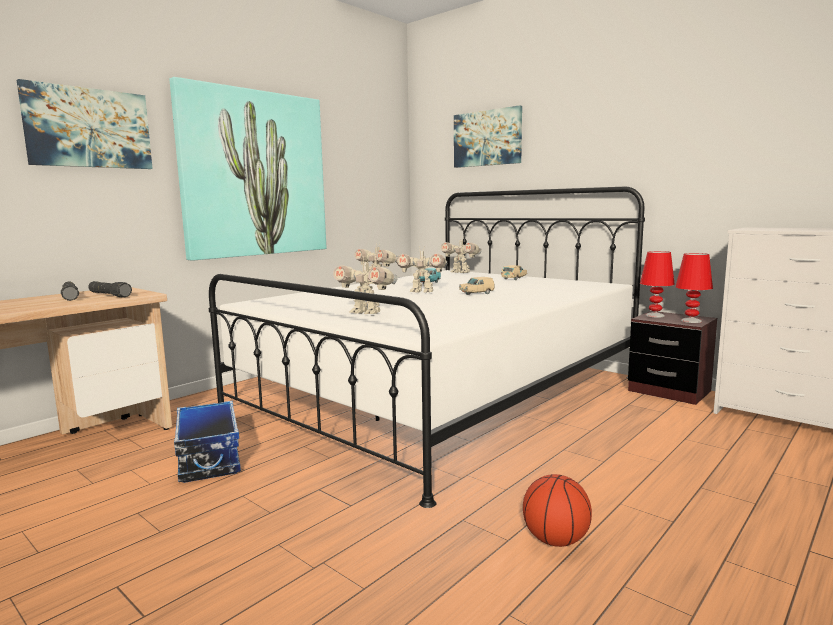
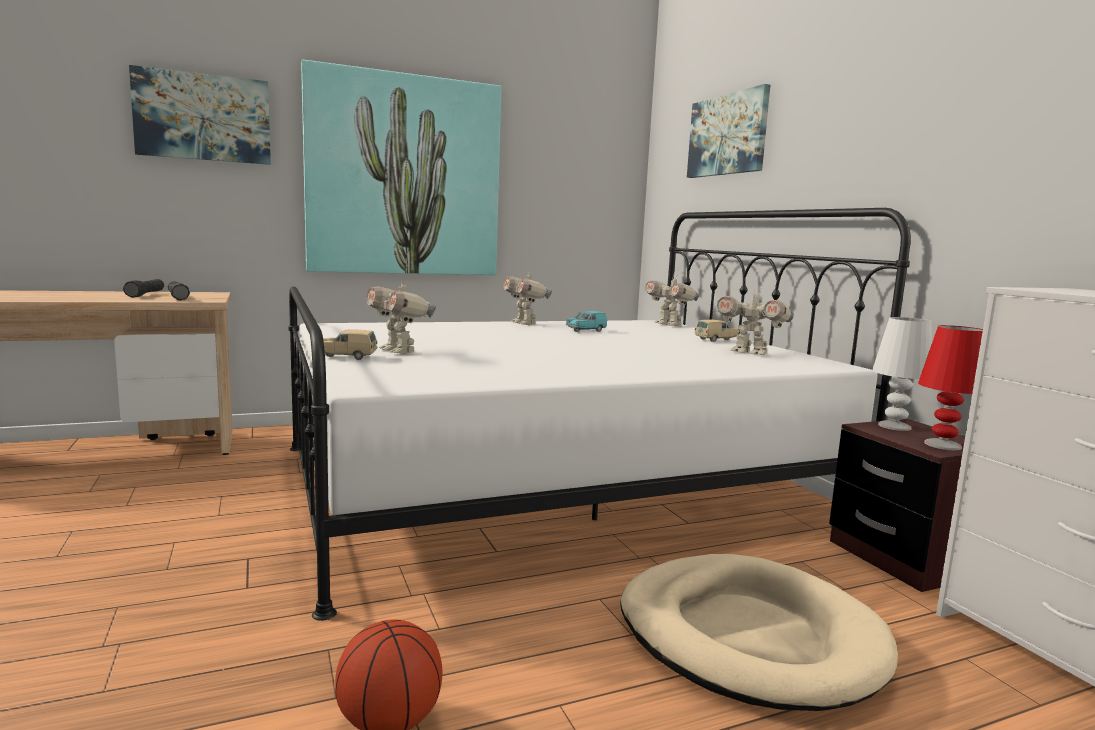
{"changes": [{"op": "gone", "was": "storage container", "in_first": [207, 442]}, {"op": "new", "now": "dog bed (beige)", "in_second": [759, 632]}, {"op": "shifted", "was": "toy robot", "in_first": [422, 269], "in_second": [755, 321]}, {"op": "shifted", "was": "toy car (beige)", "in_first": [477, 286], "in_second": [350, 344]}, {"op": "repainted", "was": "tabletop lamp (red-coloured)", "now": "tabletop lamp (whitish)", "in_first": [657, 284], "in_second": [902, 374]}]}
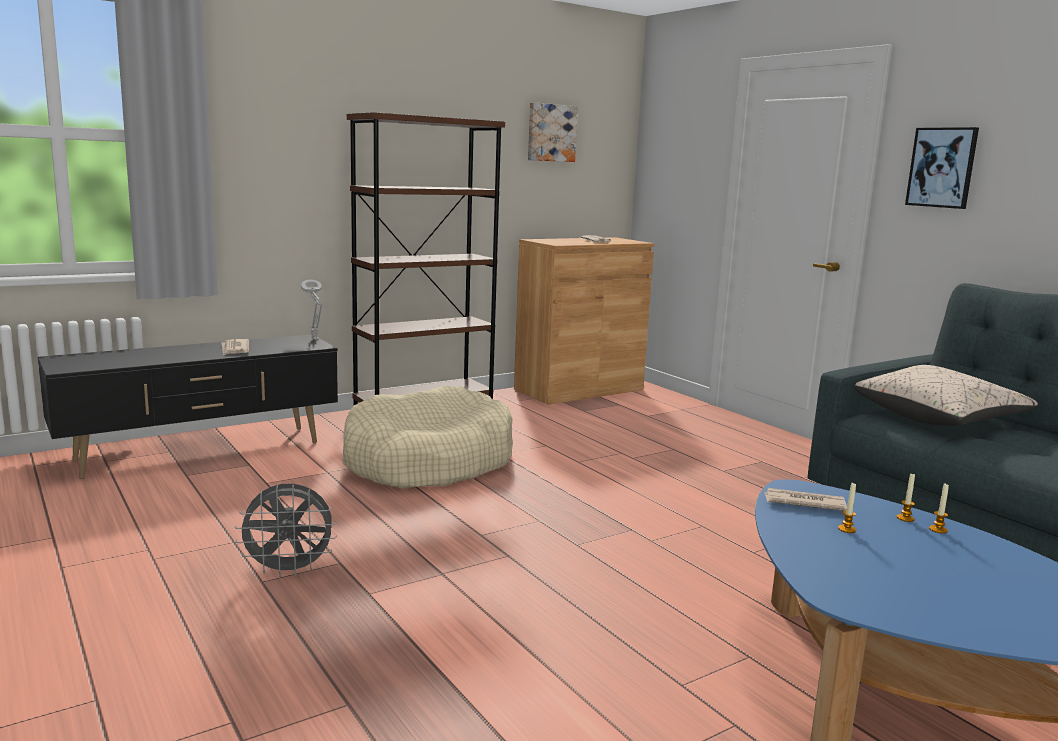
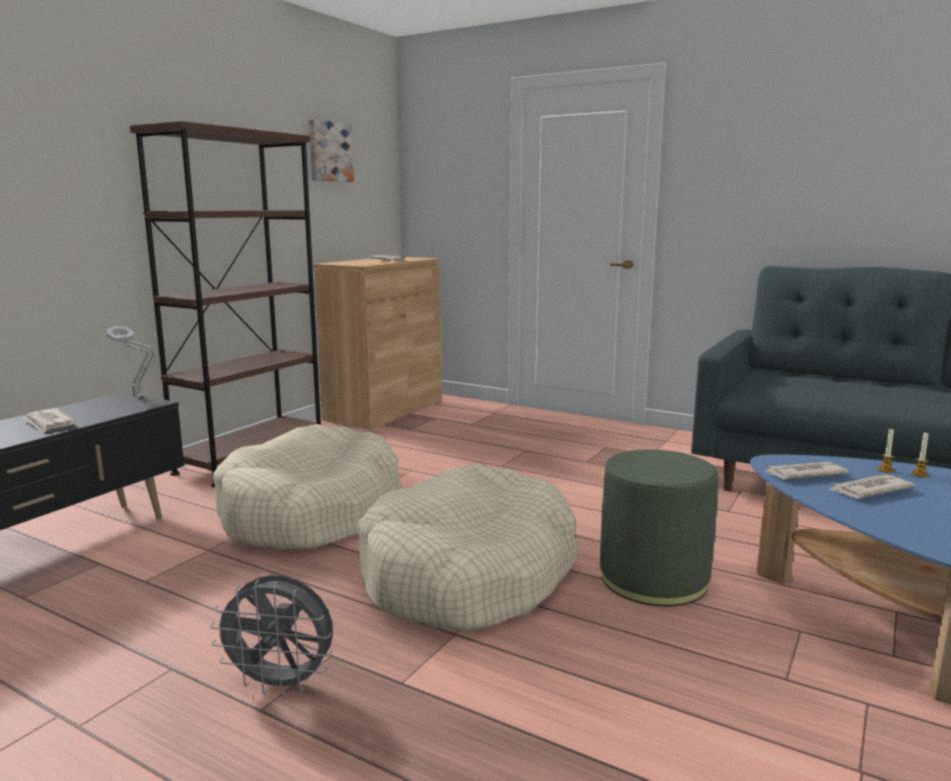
{"changes": [{"op": "gone", "was": "cushion (beige)", "in_first": [946, 395]}, {"op": "gone", "was": "wall art", "in_first": [942, 168]}, {"op": "new", "now": "dog bed (beige)", "in_second": [468, 547]}, {"op": "new", "now": "ottoman (green-coloured)", "in_second": [659, 528]}, {"op": "swapped", "was": "candle", "now": "daily paper", "in_first": [847, 508], "in_second": [872, 486]}, {"op": "rotated", "was": "cooling fan (gray)", "in_first": [286, 530], "in_second": [271, 635], "clockwise": 45}]}
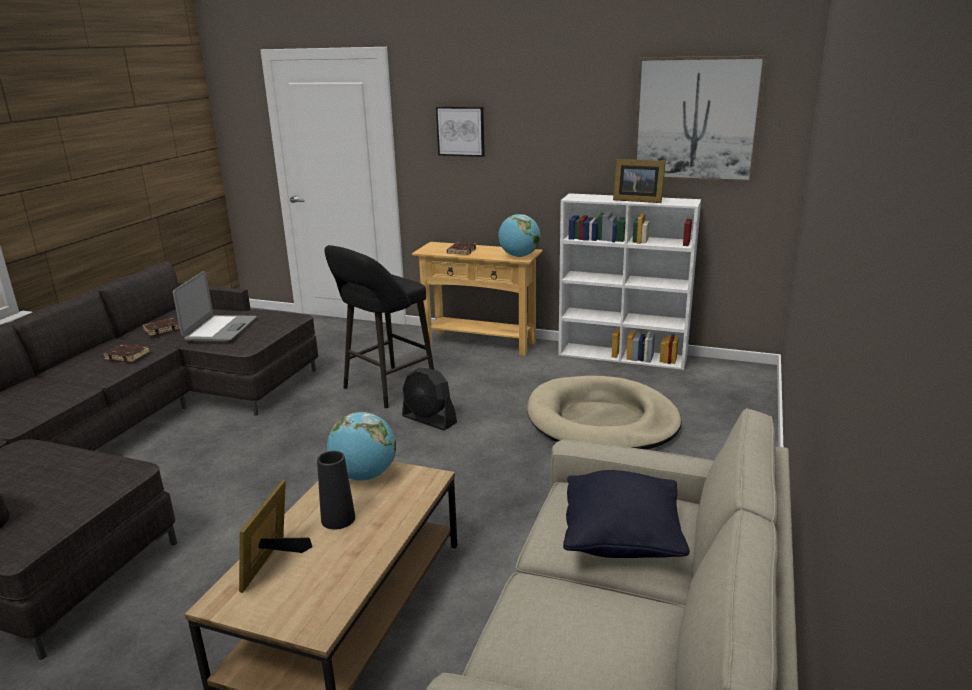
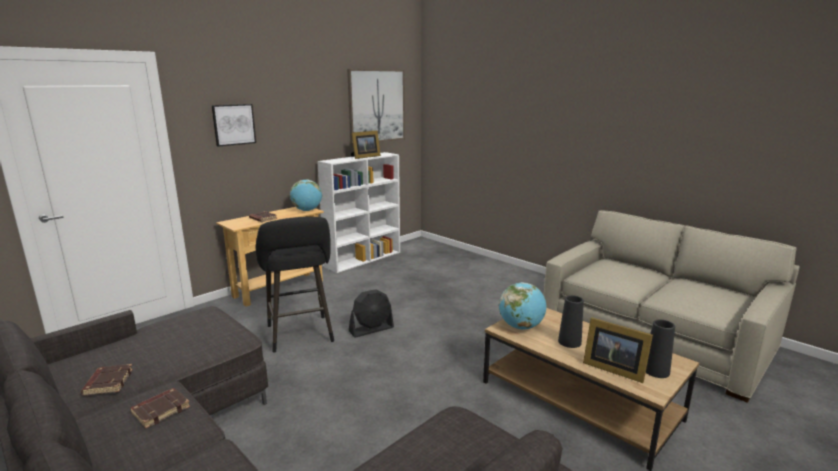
{"changes": [{"op": "gone", "was": "portable computer", "in_first": [215, 306]}, {"op": "gone", "was": "dog bed (beige)", "in_first": [604, 413]}, {"op": "gone", "was": "cushion (black-coloured)", "in_first": [626, 514]}, {"op": "new", "now": "vase (black-coloured)", "in_second": [660, 349]}]}
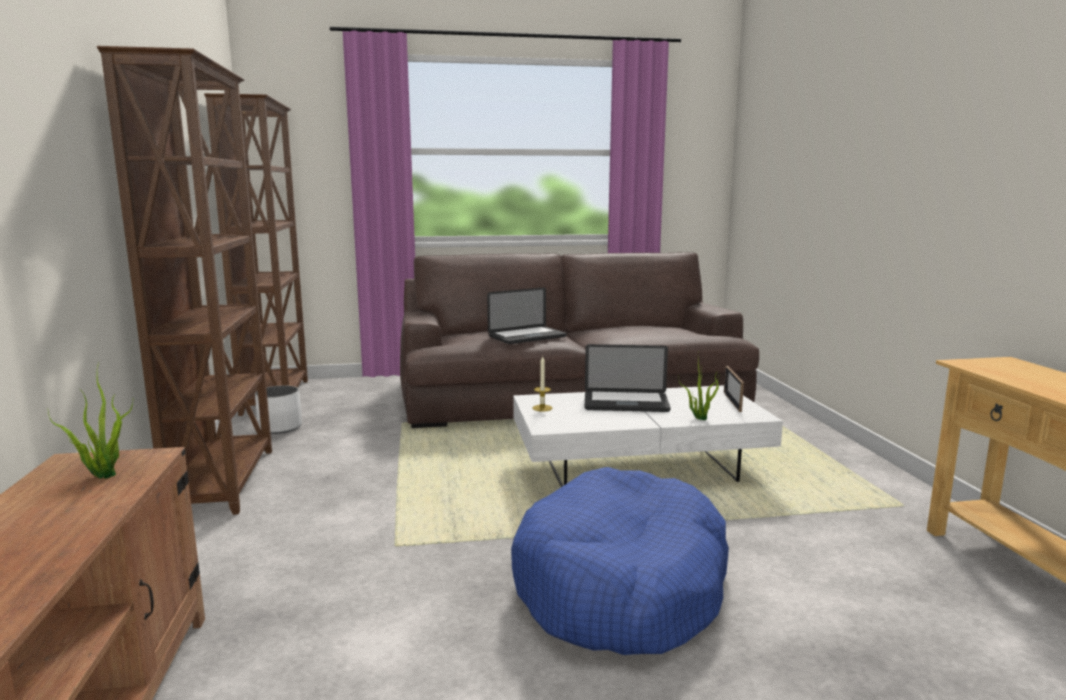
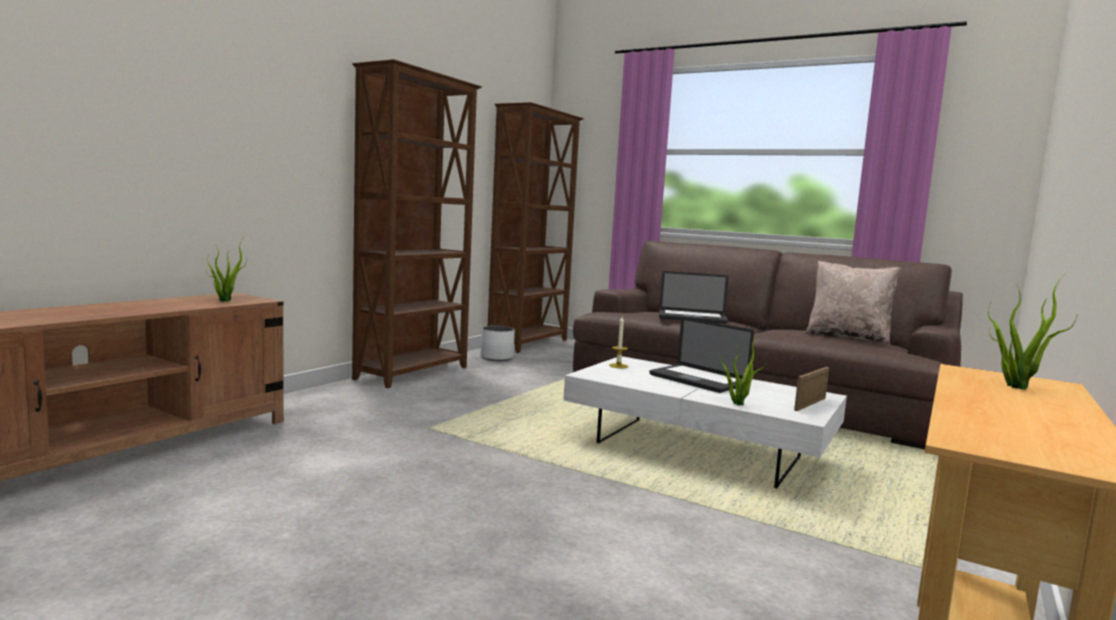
{"changes": [{"op": "gone", "was": "dog bed (bluish)", "in_first": [620, 561]}, {"op": "new", "now": "cushion (beige)", "in_second": [852, 303]}, {"op": "new", "now": "potted plant", "in_second": [1032, 331]}]}
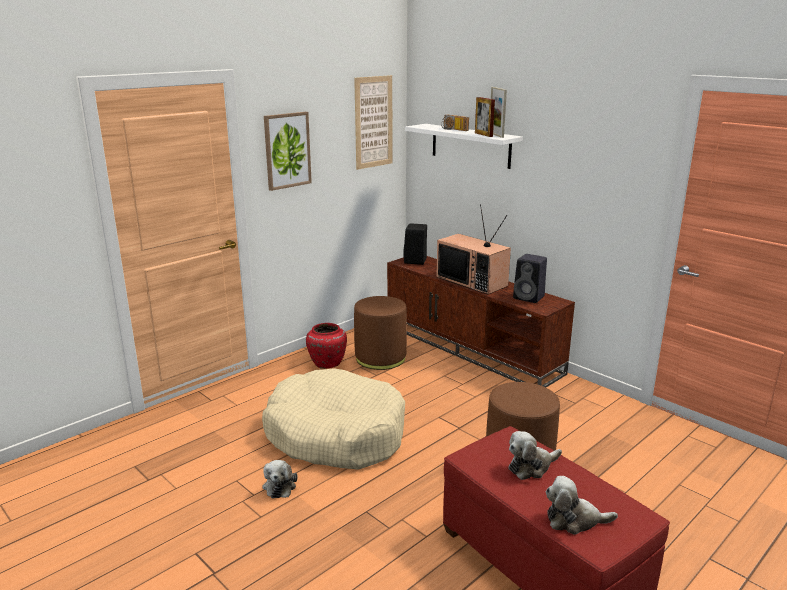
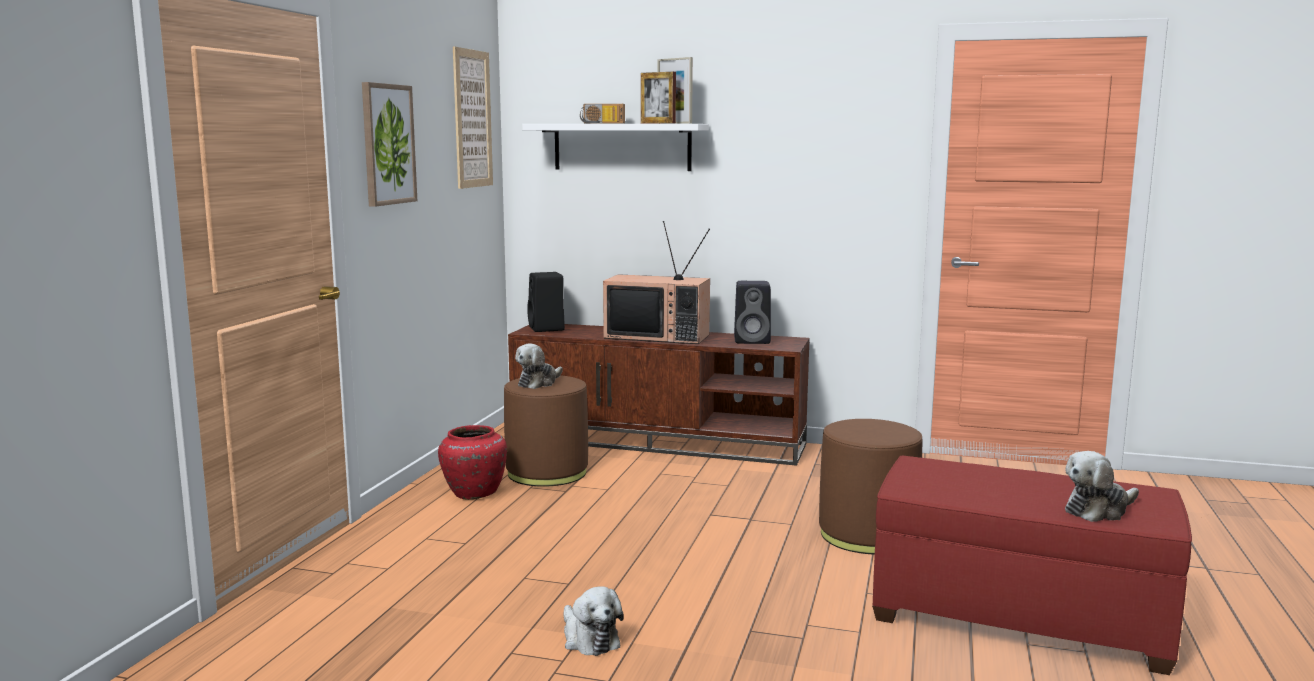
{"changes": [{"op": "gone", "was": "dog bed (beige)", "in_first": [333, 419]}, {"op": "shifted", "was": "soft toy", "in_first": [535, 455], "in_second": [539, 366]}]}
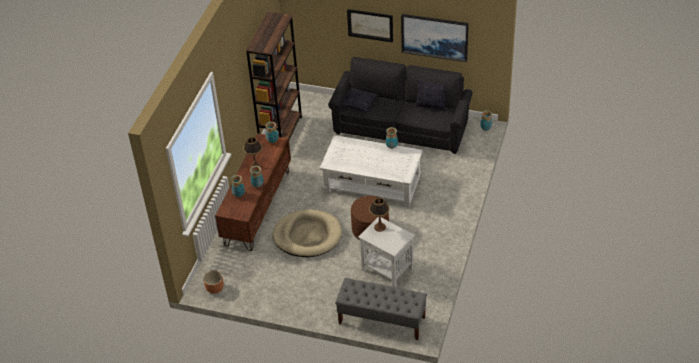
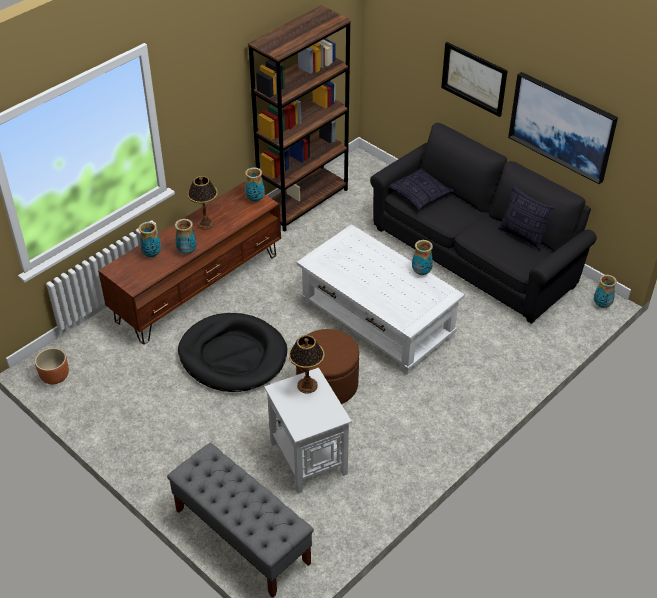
{"changes": [{"op": "repainted", "was": "dog bed (beige)", "now": "dog bed (black-coloured)", "in_first": [307, 233], "in_second": [232, 352]}]}
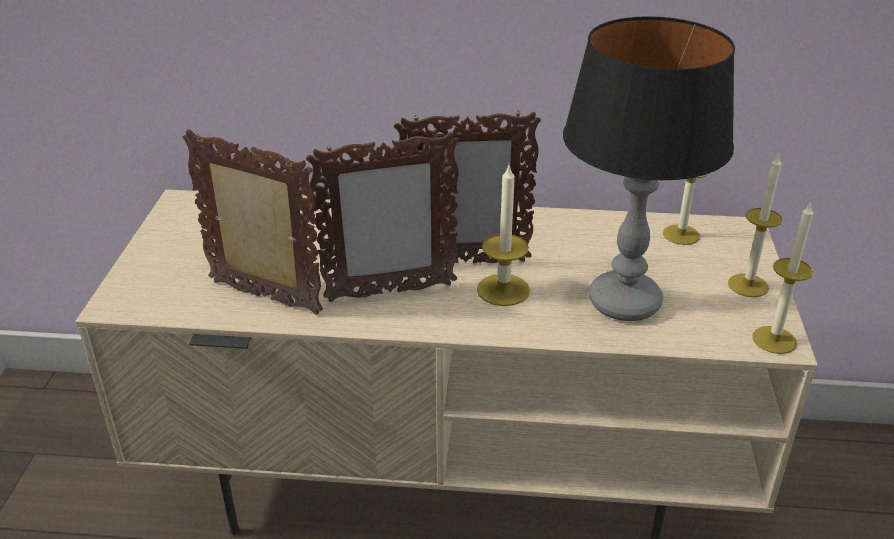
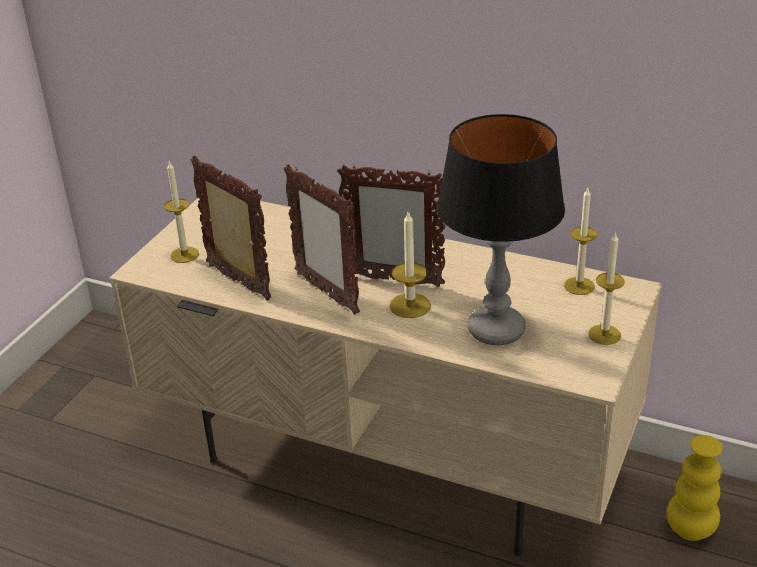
{"changes": [{"op": "new", "now": "vase (yellow)", "in_second": [695, 488]}, {"op": "shifted", "was": "candle", "in_first": [782, 278], "in_second": [181, 212]}, {"op": "rotated", "was": "photo frame", "in_first": [382, 217], "in_second": [322, 239], "clockwise": 45}]}
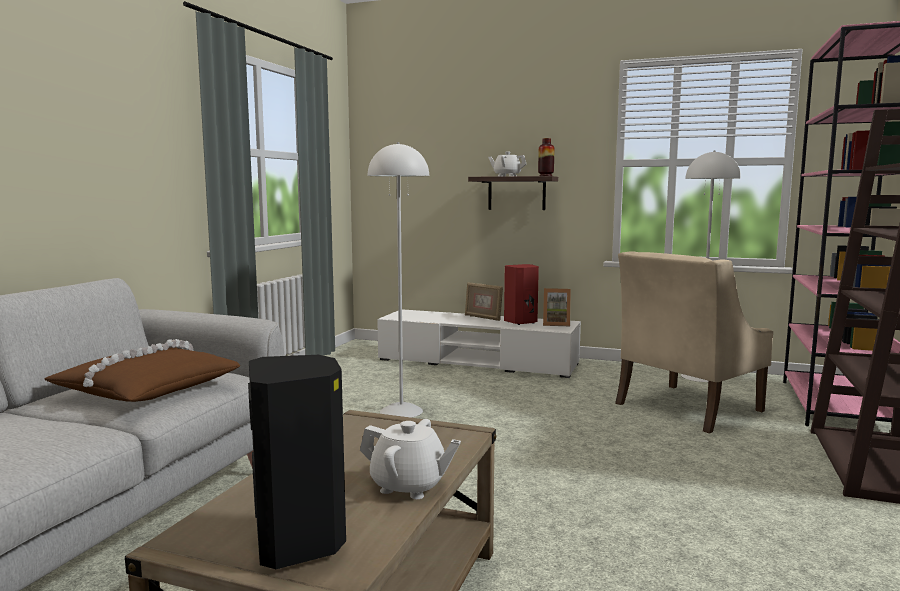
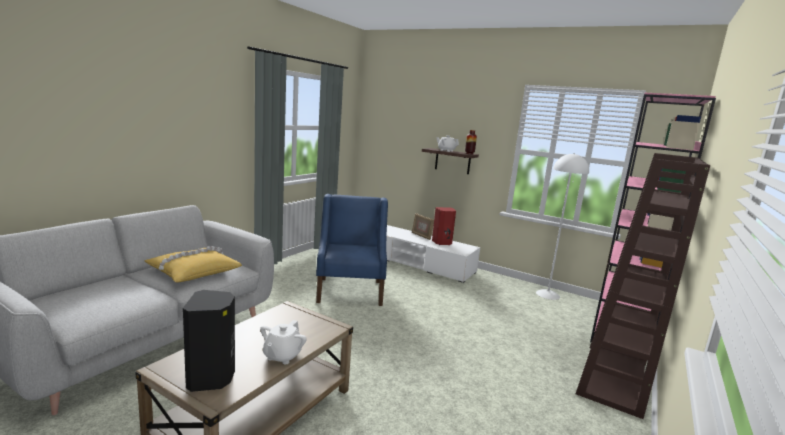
{"changes": [{"op": "gone", "was": "photo frame", "in_first": [557, 307]}, {"op": "gone", "was": "armchair (beige)", "in_first": [694, 342]}, {"op": "swapped", "was": "standard lamp (whitish)", "now": "armchair (bluish)", "in_first": [398, 280], "in_second": [352, 250]}, {"op": "repainted", "was": "cushion (brown-coloured)", "now": "cushion (yellow)", "in_first": [142, 370], "in_second": [193, 264]}, {"op": "rotated", "was": "teapot (whitish)", "in_first": [410, 459], "in_second": [283, 342], "clockwise": 75}]}
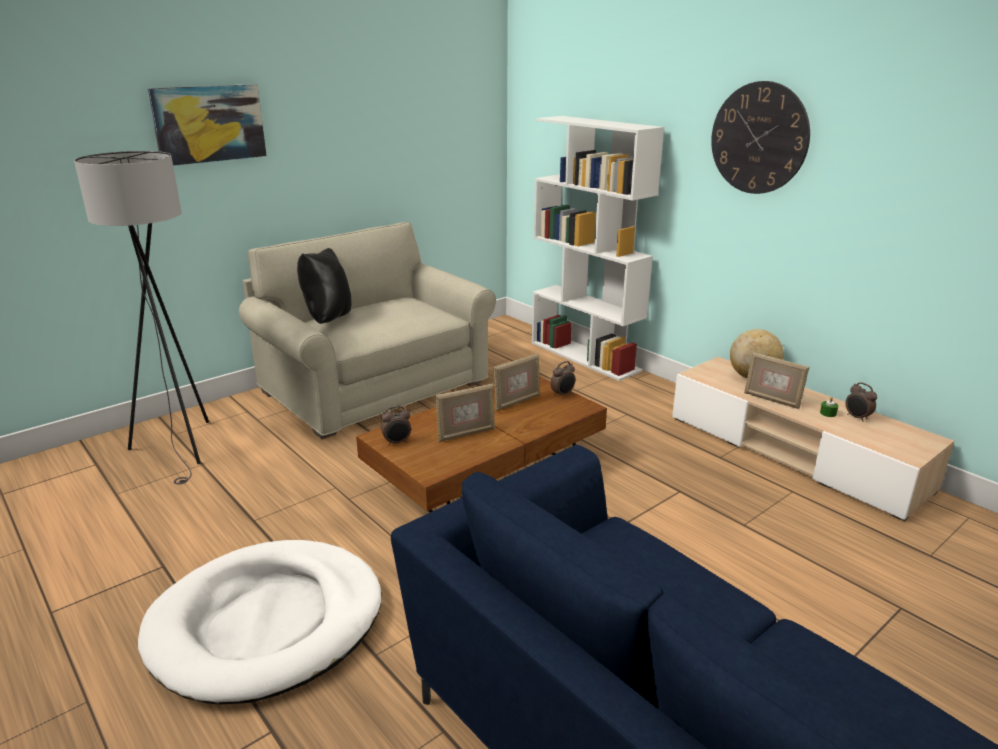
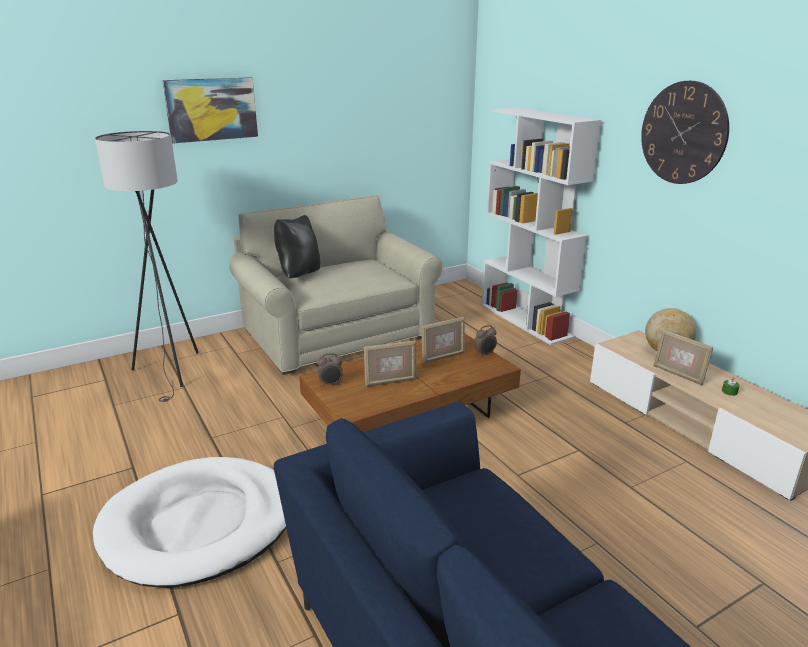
{"changes": [{"op": "gone", "was": "table clock", "in_first": [861, 402]}]}
